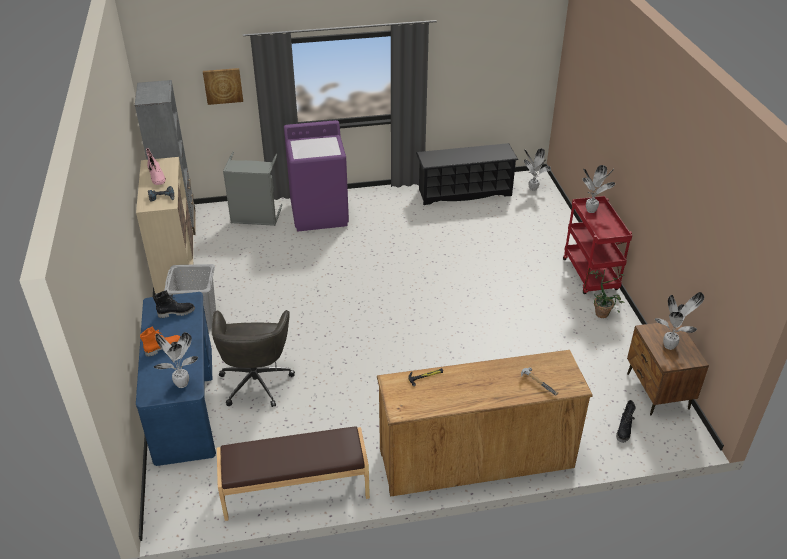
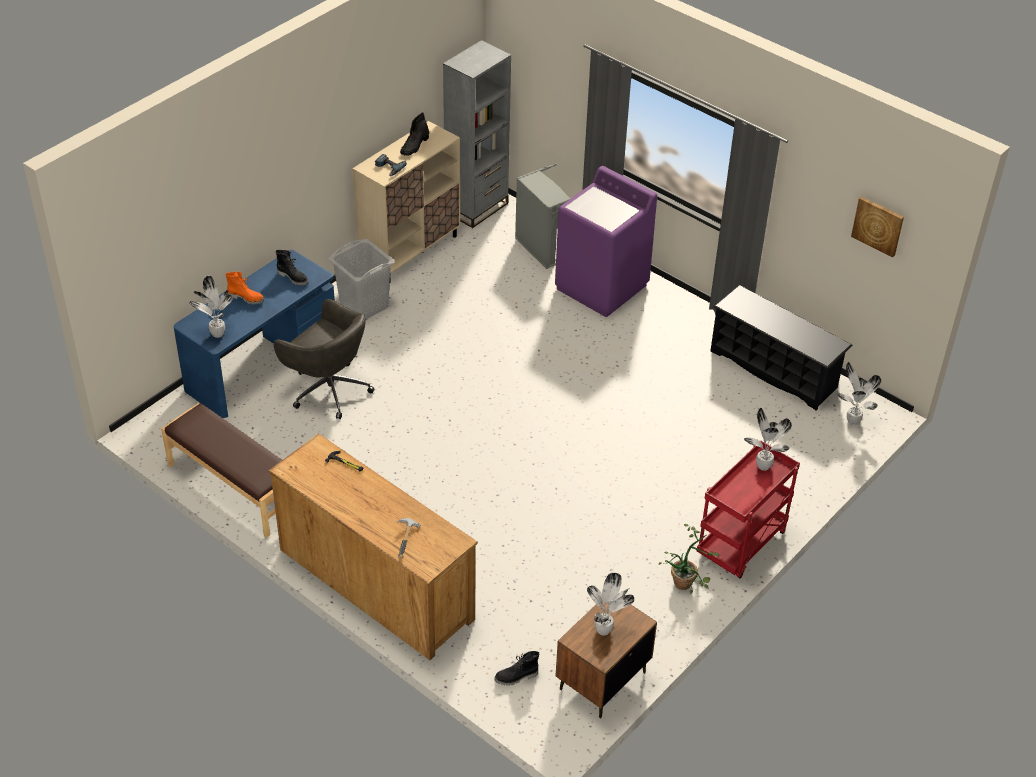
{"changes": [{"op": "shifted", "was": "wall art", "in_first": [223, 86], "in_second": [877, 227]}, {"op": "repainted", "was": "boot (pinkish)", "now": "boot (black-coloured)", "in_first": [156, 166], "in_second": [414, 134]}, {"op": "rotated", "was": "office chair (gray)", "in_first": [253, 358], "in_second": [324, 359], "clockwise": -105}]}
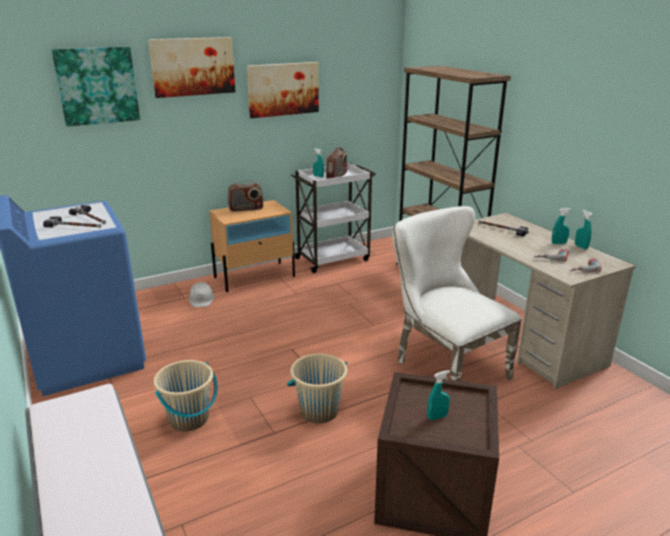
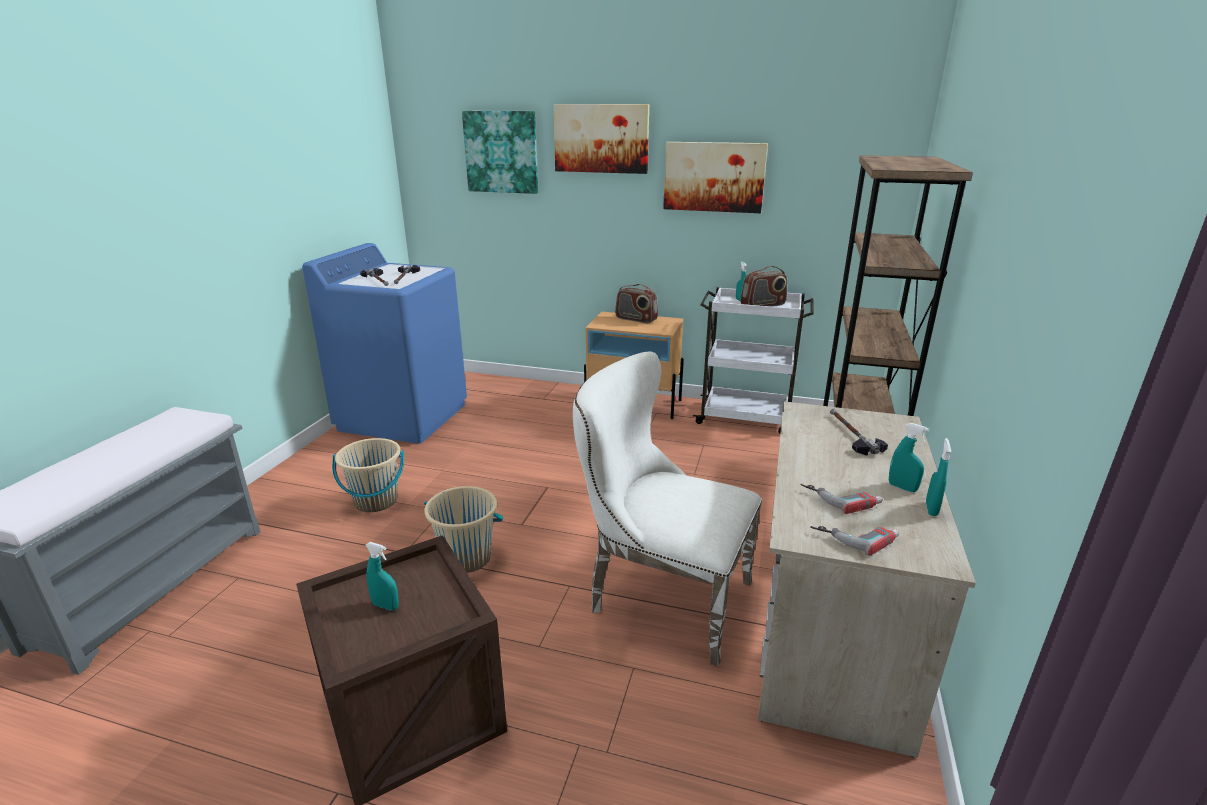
{"changes": [{"op": "gone", "was": "hard hat (whitish)", "in_first": [201, 294]}, {"op": "rotated", "was": "plain chair (whitish)", "in_first": [457, 293], "in_second": [667, 509], "clockwise": -75}]}
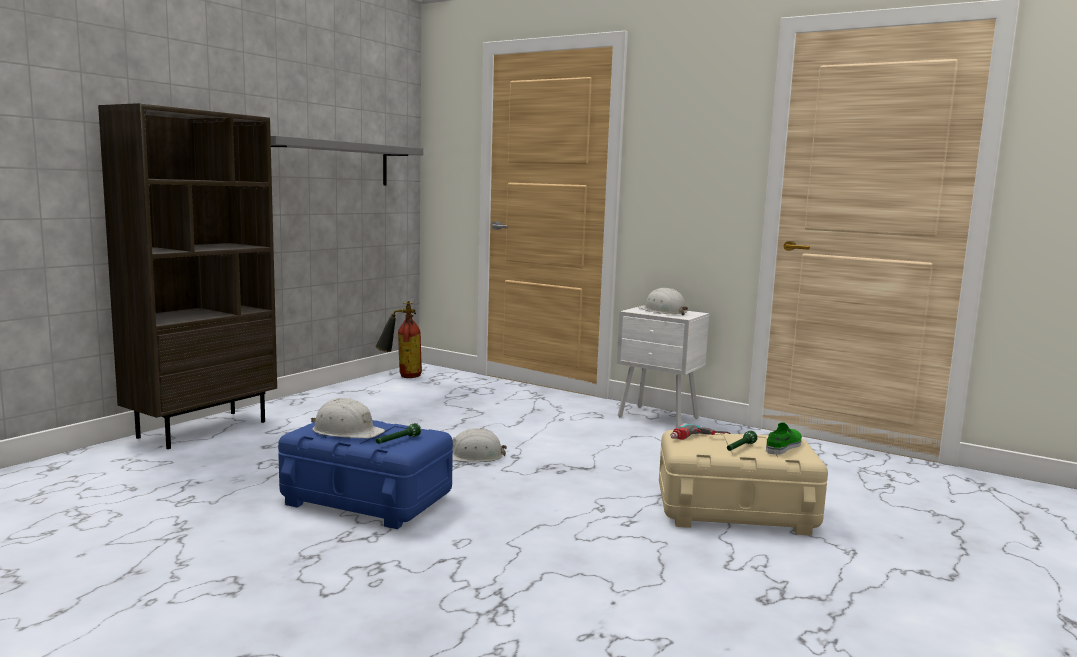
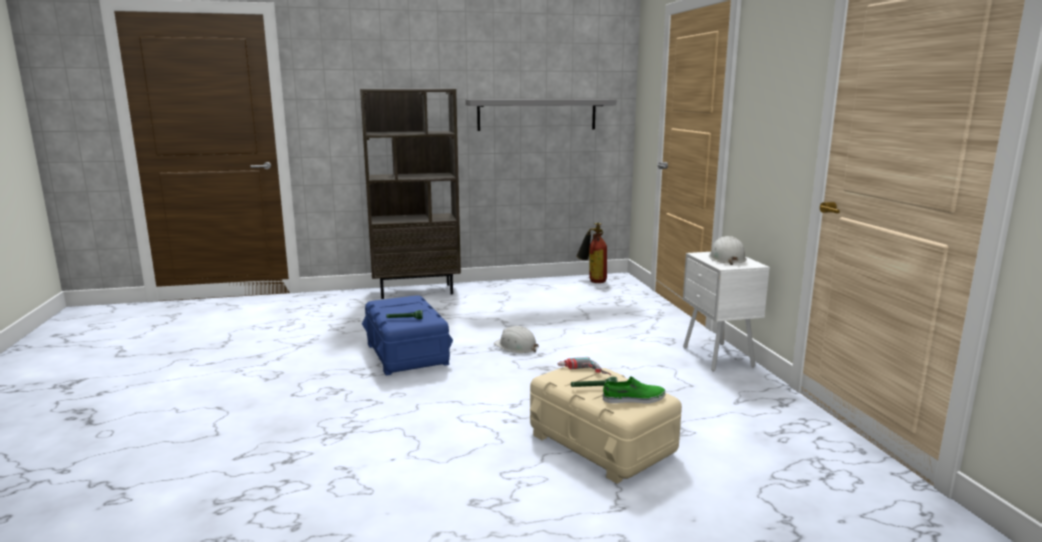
{"changes": [{"op": "gone", "was": "hard hat (whitish)", "in_first": [348, 418]}]}
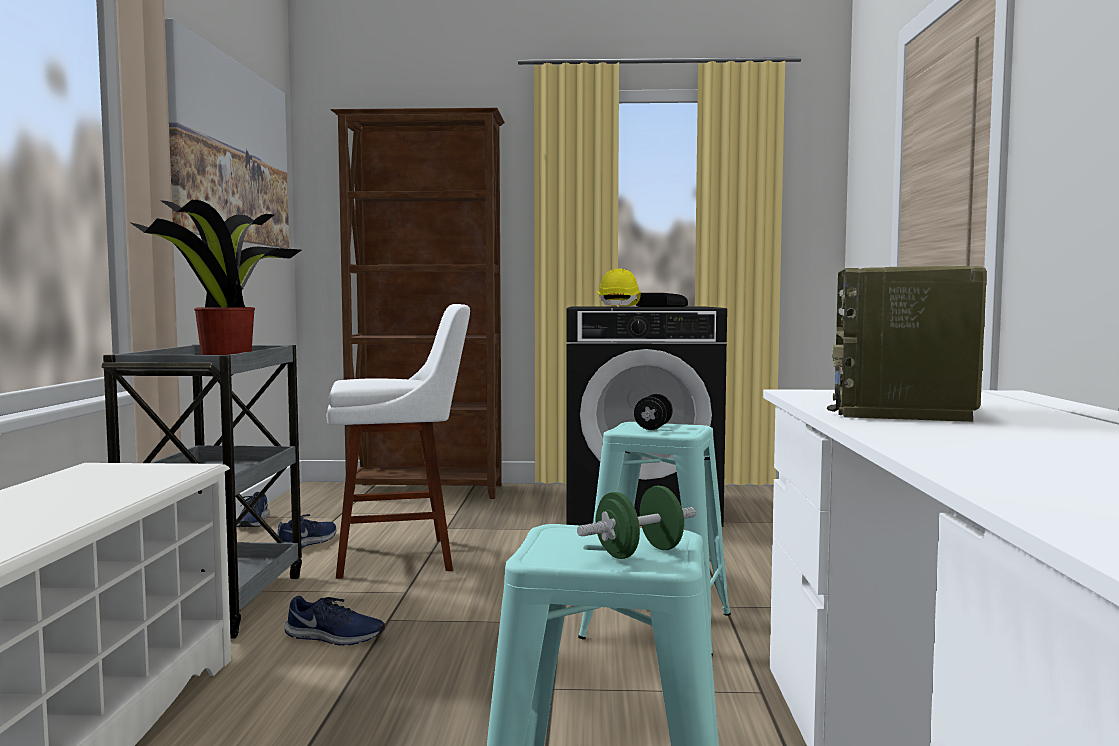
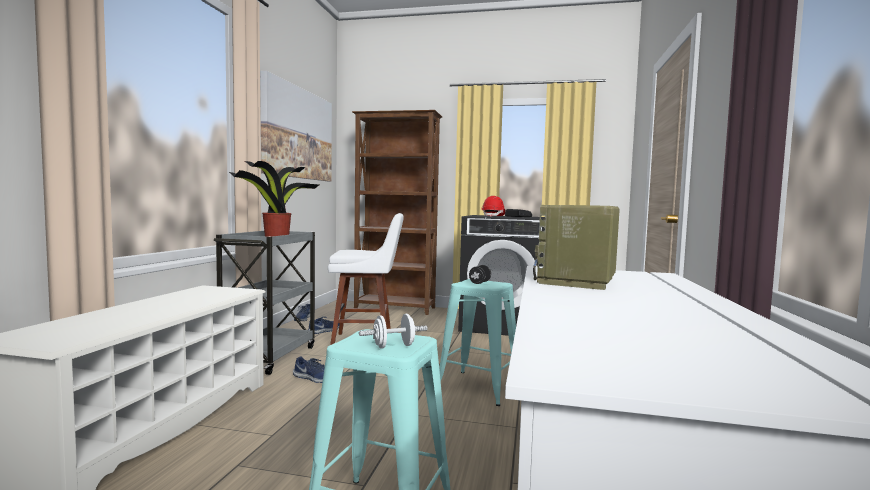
{"changes": [{"op": "repainted", "was": "dumbbell (green-coloured)", "now": "dumbbell (whitish)", "in_first": [636, 522], "in_second": [393, 331]}, {"op": "repainted", "was": "hard hat (yellow)", "now": "hard hat (red-coloured)", "in_first": [619, 287], "in_second": [493, 206]}]}
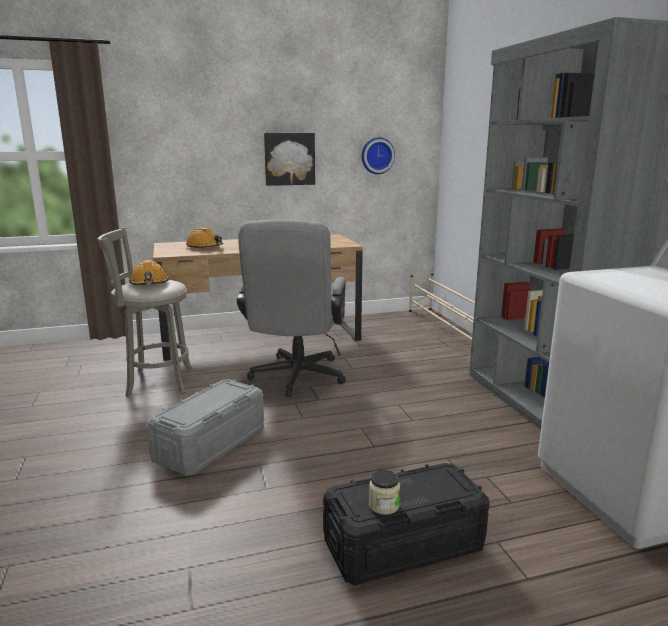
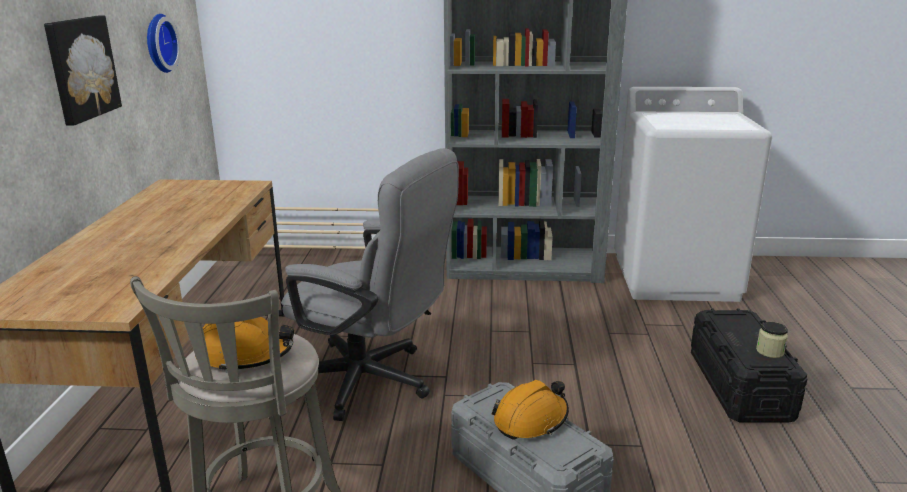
{"changes": [{"op": "shifted", "was": "hard hat (orangey)", "in_first": [204, 238], "in_second": [530, 410]}]}
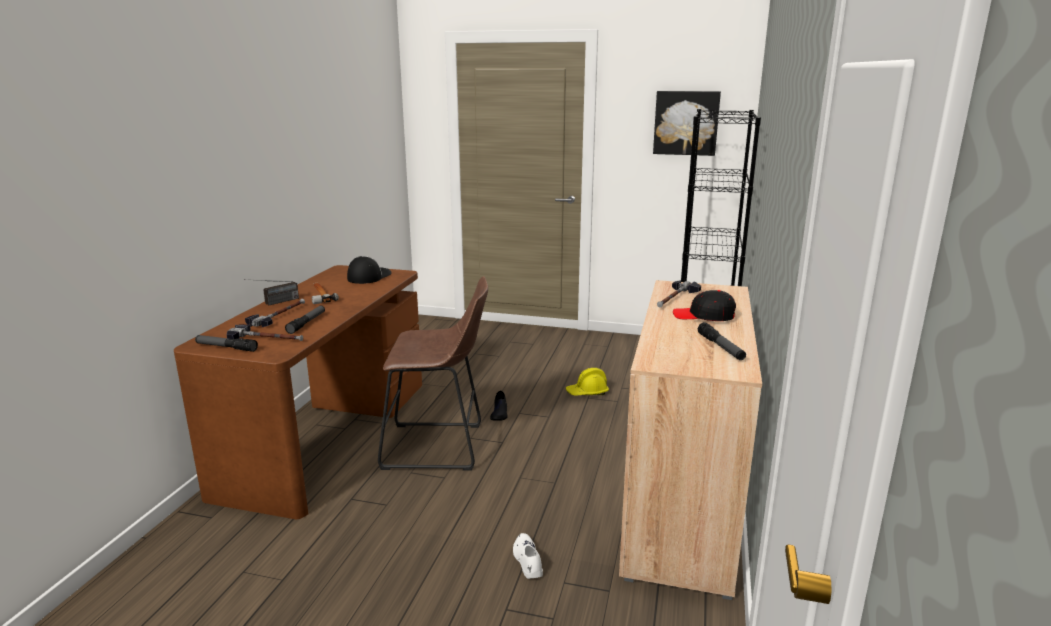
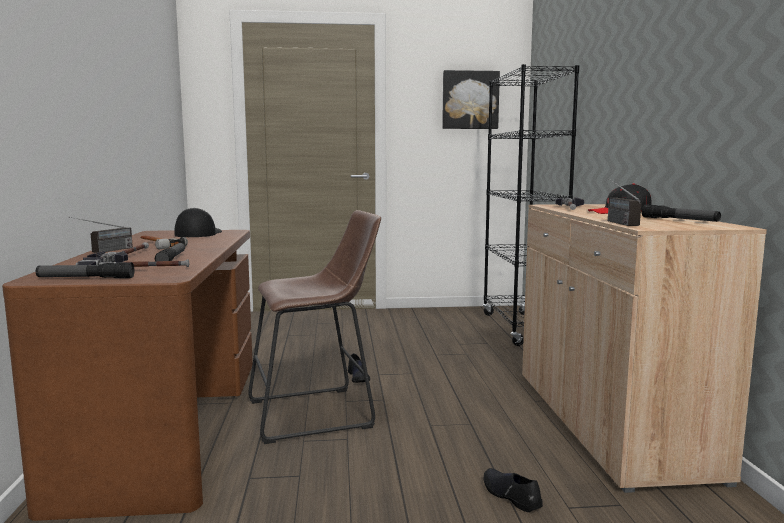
{"changes": [{"op": "gone", "was": "hard hat (yellow)", "in_first": [587, 382]}, {"op": "new", "now": "radio", "in_second": [624, 203]}, {"op": "repainted", "was": "item of footwear (whitish)", "now": "item of footwear (black-coloured)", "in_first": [528, 556], "in_second": [513, 490]}]}
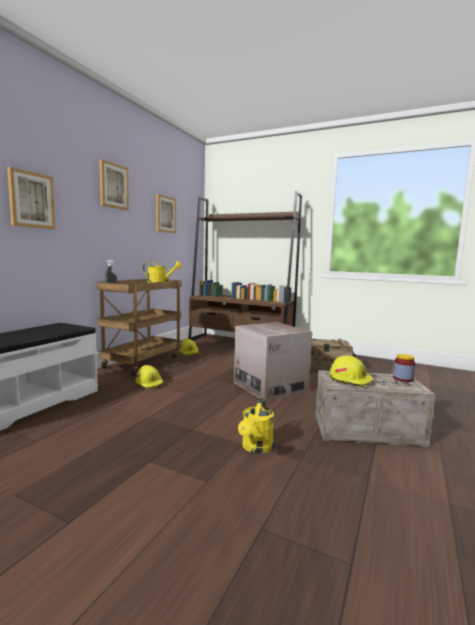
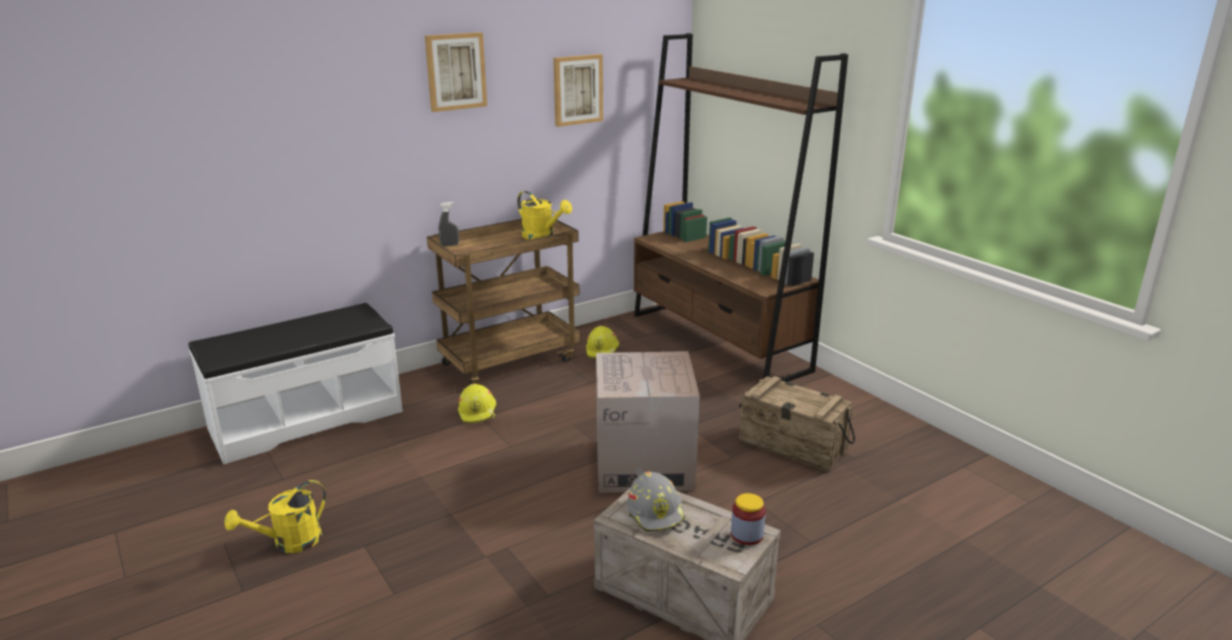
{"changes": [{"op": "gone", "was": "wall art", "in_first": [31, 198]}, {"op": "shifted", "was": "watering pot (yellow)", "in_first": [256, 426], "in_second": [275, 516]}, {"op": "repainted", "was": "hard hat (yellow)", "now": "hard hat (gray)", "in_first": [351, 371], "in_second": [656, 501]}]}
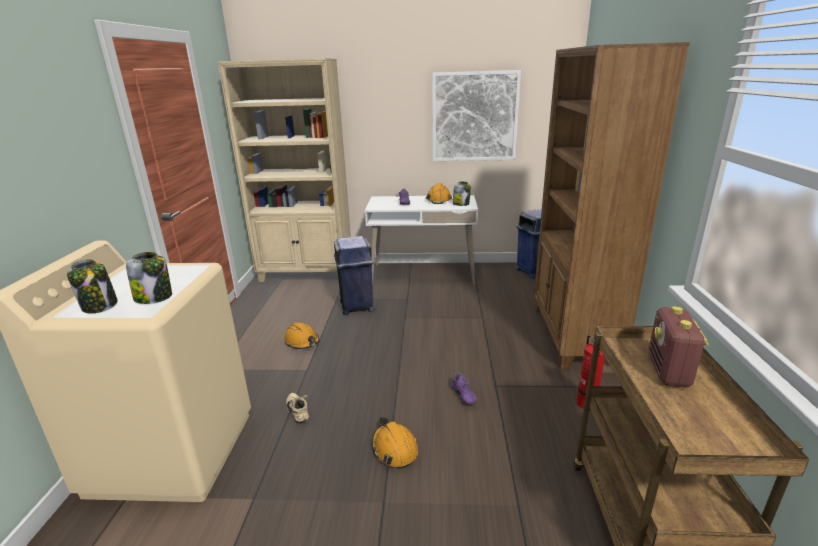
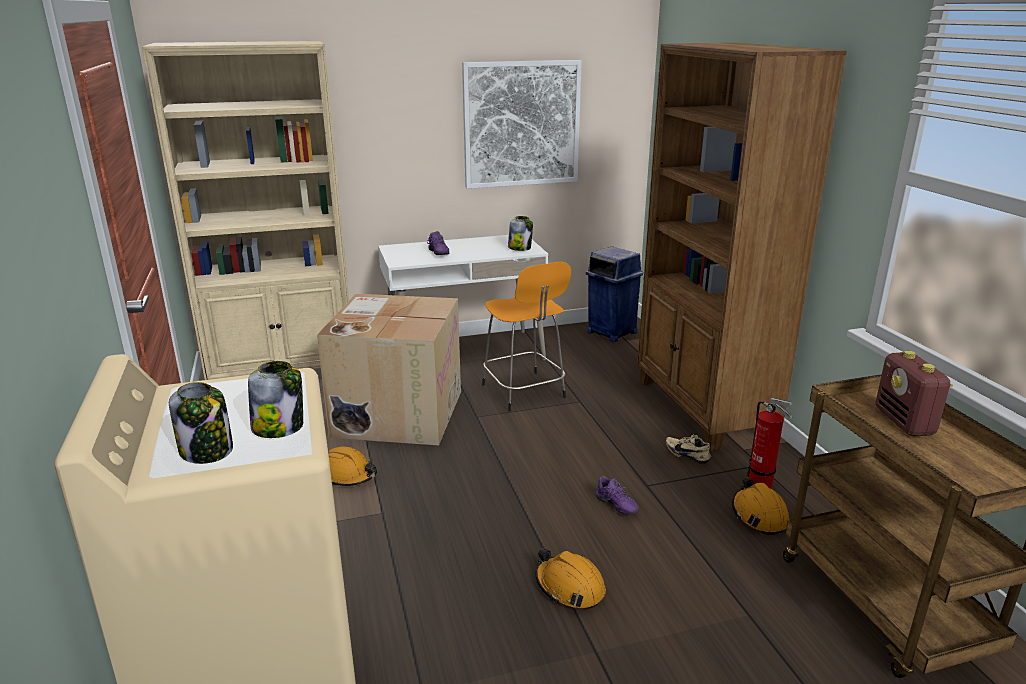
{"changes": [{"op": "new", "now": "sitting stool (orangey)", "in_second": [526, 337]}, {"op": "shifted", "was": "item of footwear (beige)", "in_first": [297, 408], "in_second": [688, 449]}, {"op": "shifted", "was": "hard hat (orangey)", "in_first": [439, 193], "in_second": [760, 506]}, {"op": "swapped", "was": "trash can (bluish)", "now": "packing box", "in_first": [354, 275], "in_second": [389, 369]}]}
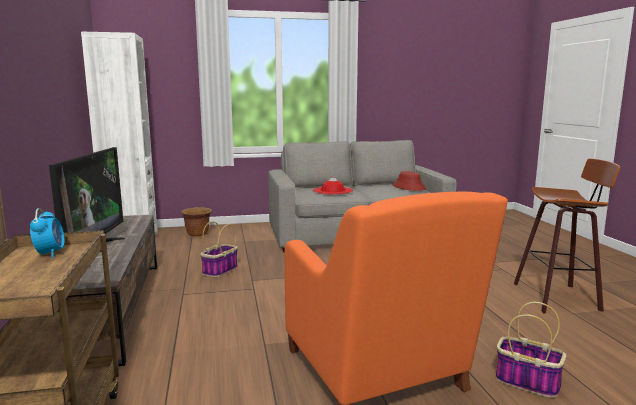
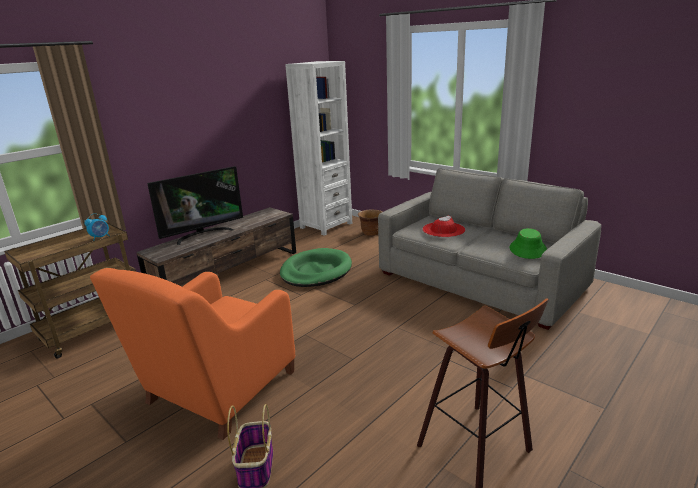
{"changes": [{"op": "swapped", "was": "household basket", "now": "dog bed (green-coloured)", "in_first": [219, 249], "in_second": [316, 267]}, {"op": "repainted", "was": "clothing hat (red-coloured)", "now": "clothing hat (green-coloured)", "in_first": [409, 181], "in_second": [528, 243]}]}
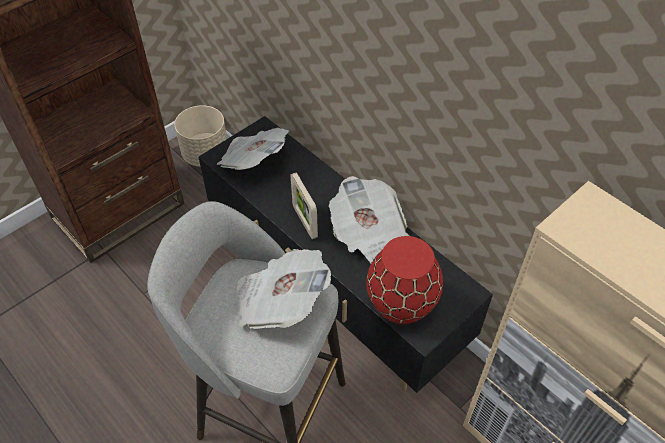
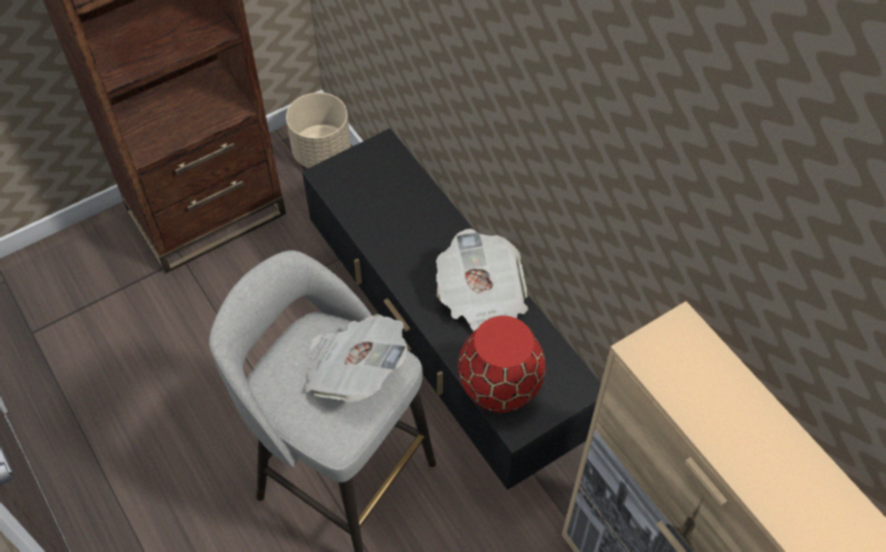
{"changes": [{"op": "gone", "was": "daily paper", "in_first": [252, 149]}, {"op": "gone", "was": "photo frame", "in_first": [304, 206]}]}
